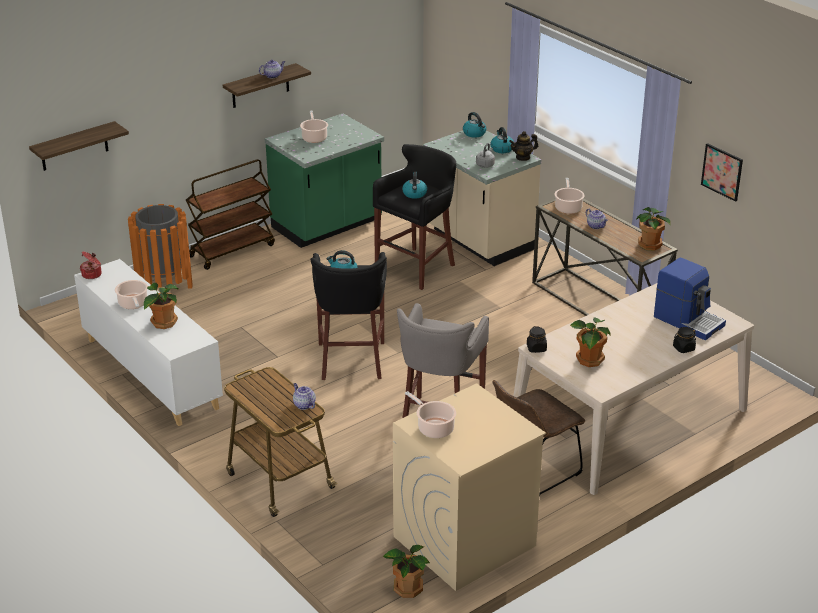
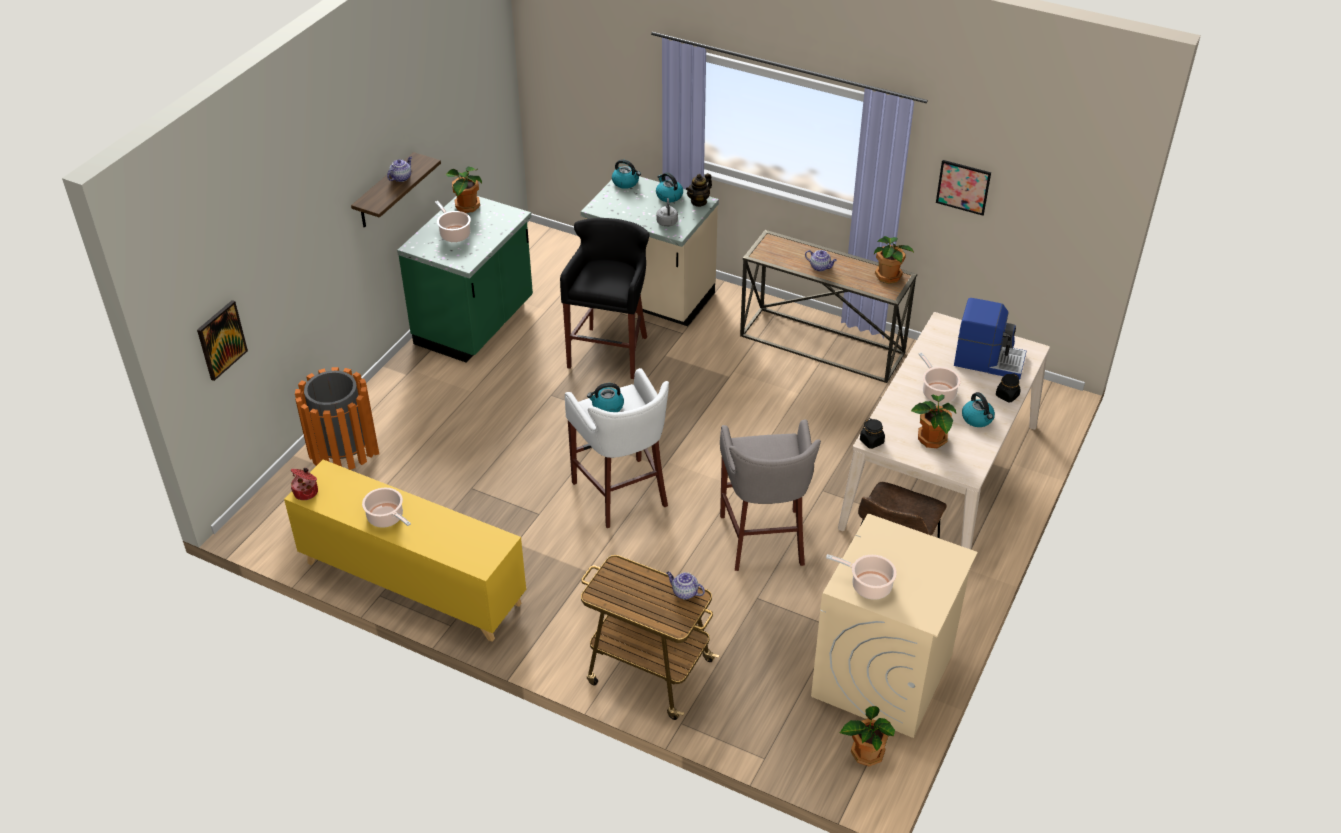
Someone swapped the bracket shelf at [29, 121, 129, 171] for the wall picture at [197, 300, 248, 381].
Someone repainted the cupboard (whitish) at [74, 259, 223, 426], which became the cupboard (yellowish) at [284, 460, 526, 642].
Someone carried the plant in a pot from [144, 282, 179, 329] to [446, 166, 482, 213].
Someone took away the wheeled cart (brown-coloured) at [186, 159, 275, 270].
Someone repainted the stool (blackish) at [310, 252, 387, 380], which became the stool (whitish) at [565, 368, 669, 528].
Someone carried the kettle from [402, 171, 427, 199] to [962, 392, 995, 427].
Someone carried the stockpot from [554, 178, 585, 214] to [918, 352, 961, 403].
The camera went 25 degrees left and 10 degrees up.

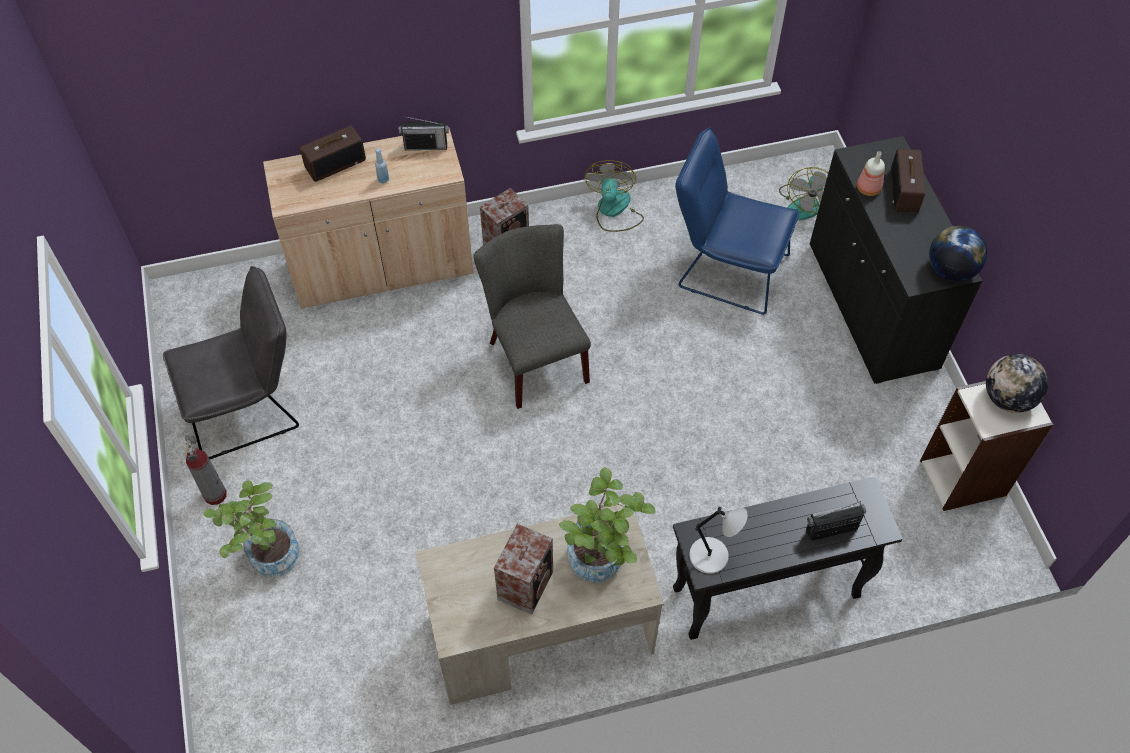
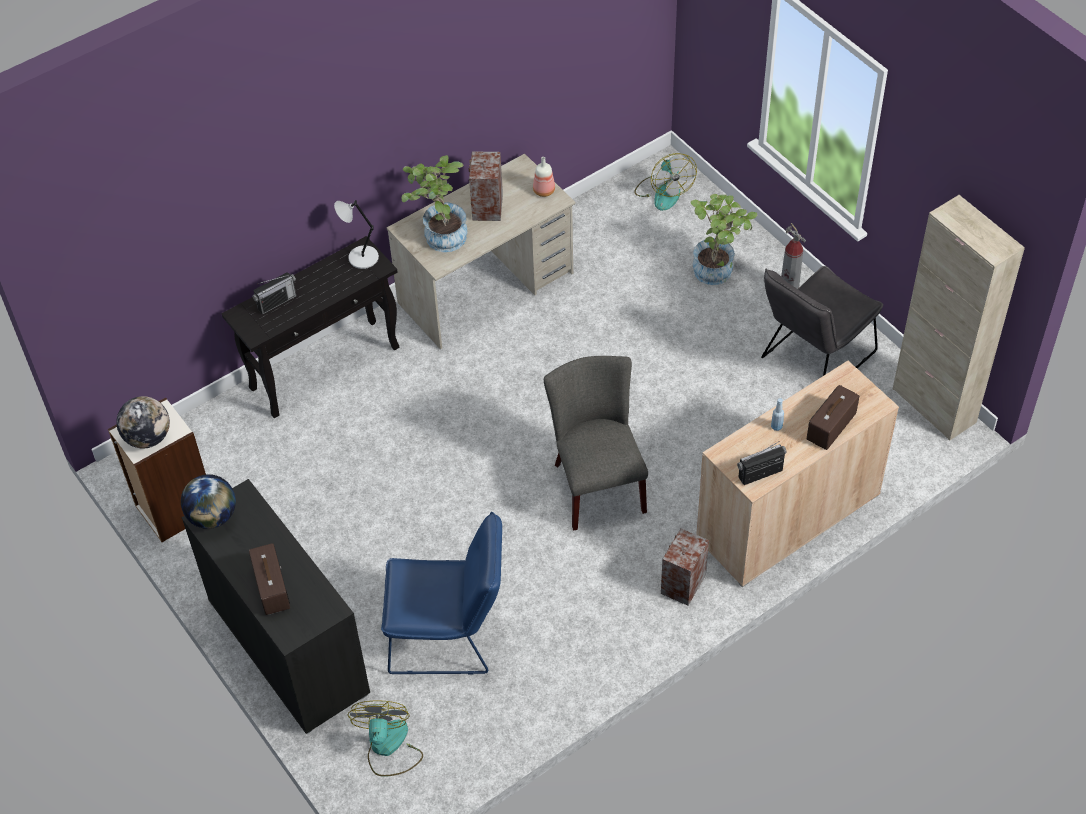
Someone rotated the upright chair (grey) at [474, 224, 591, 409] by 150 degrees counterclockwise.
Someone carried the fan from [584, 160, 644, 232] to [634, 153, 697, 211].
Someone carried the drink bottle from [857, 151, 885, 196] to [533, 157, 555, 197].
Someone put down the cupboard (beige) at [893, 195, 1025, 441].
The camera went 160 degrees right and 5 degrees down.

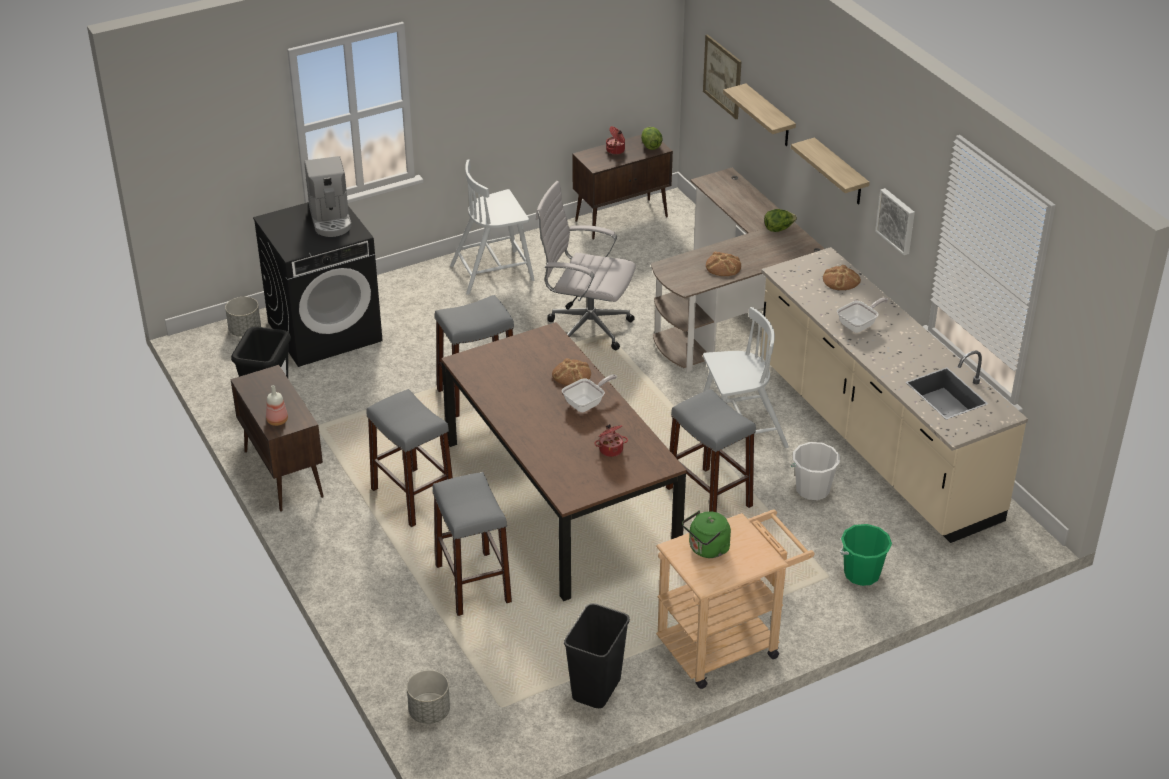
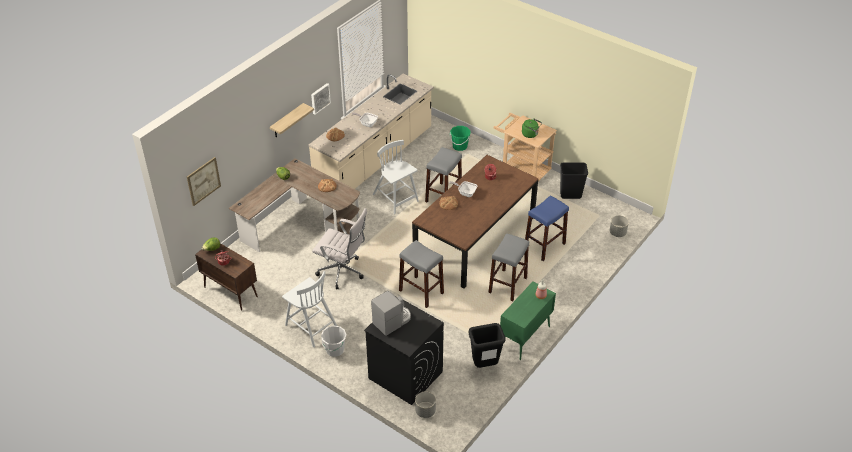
Someone repainted the cupboard (brown-coloured) at [230, 365, 324, 512], which became the cupboard (green-coloured) at [500, 281, 556, 360].
Someone repainted the stool (grey) at [433, 472, 512, 616], which became the stool (blue) at [525, 196, 569, 261].
Someone rotated the computer chair (whitish) at [536, 181, 636, 350] by 60 degrees counterclockwise.
Someone took away the bracket shelf at [723, 84, 796, 146].
Someone carried the water bucket (whitish) from [791, 442, 840, 500] to [321, 325, 347, 357].
The camera went 115 degrees left and 5 degrees up.

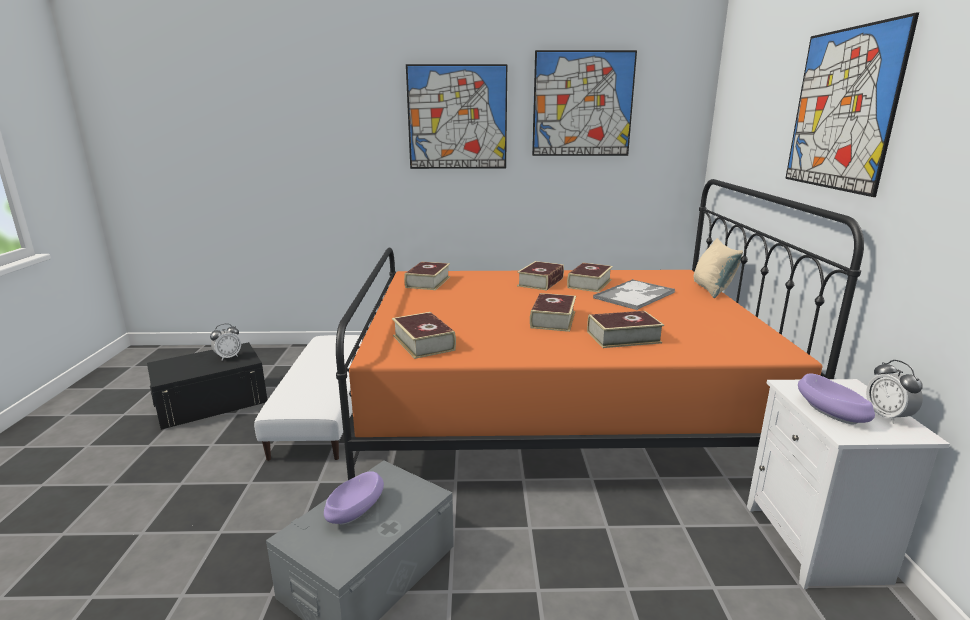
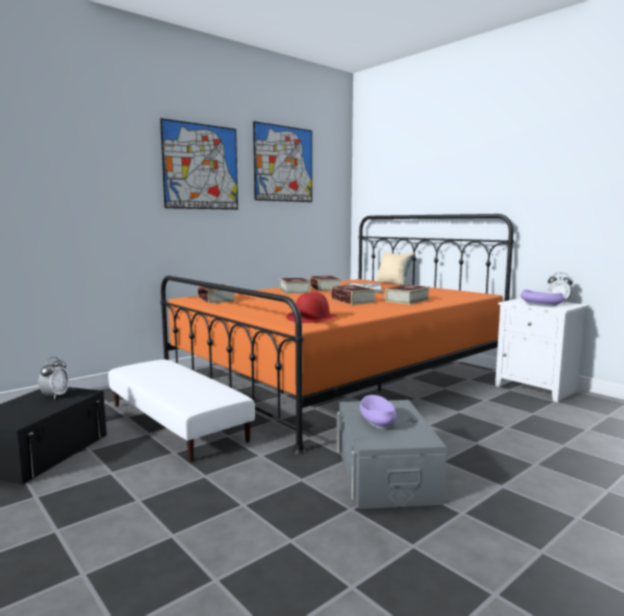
Someone swapped the book at [392, 312, 456, 359] for the wearable hat (reddish) at [286, 292, 338, 323].
Someone took away the wall picture at [785, 13, 919, 197].
The camera went 40 degrees left and 10 degrees down.

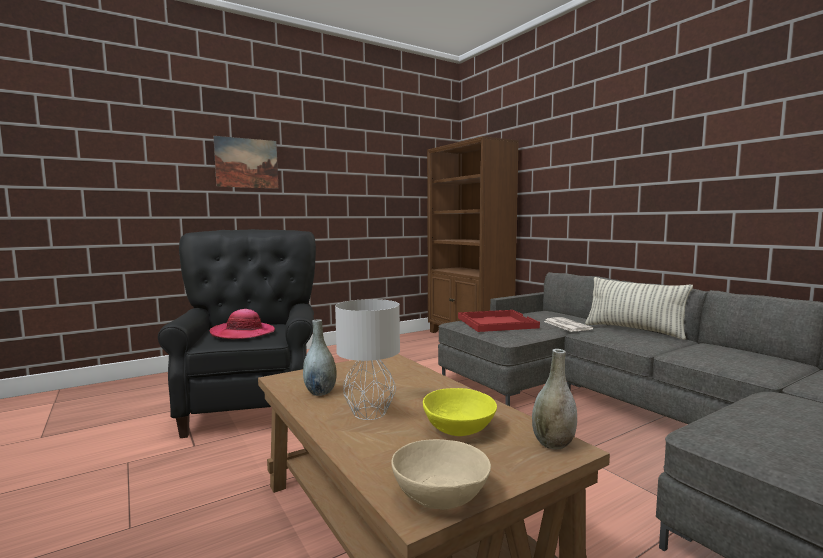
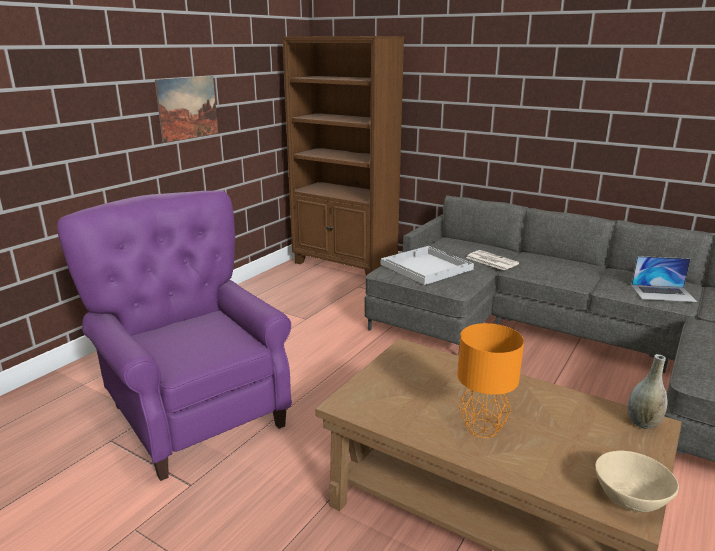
Someone repainted the armchair (blackish) at [158, 229, 316, 438], which became the armchair (purple-coloured) at [57, 190, 292, 481].
Someone took away the wearable hat at [210, 309, 275, 339].
Someone carried the wall picture from [213, 136, 279, 189] to [155, 76, 218, 143].
Someone took away the decorative vase (grey) at [303, 319, 337, 396].
Someone repainted the lamp for a table (grey) at [335, 299, 400, 420], which became the lamp for a table (orange-coloured) at [457, 323, 524, 438].
Someone took away the serving bowl (yellowish) at [423, 388, 497, 436].
Someone repainted the serving tray (reddish) at [458, 310, 540, 332], which became the serving tray (whitish) at [381, 246, 474, 285].
Someone took away the pillow at [585, 277, 693, 339].
Someone put down the portable computer at [631, 256, 697, 302].
The camera went 25 degrees left and 15 degrees up.

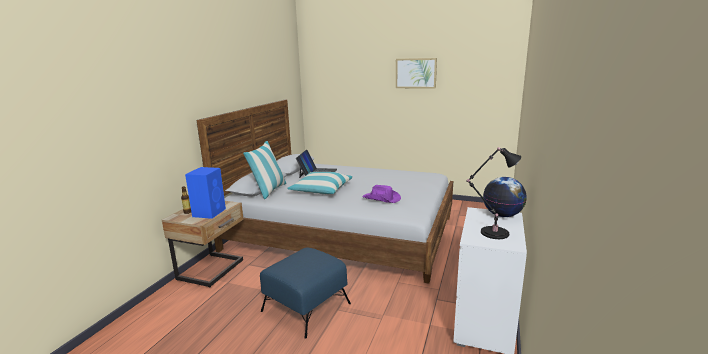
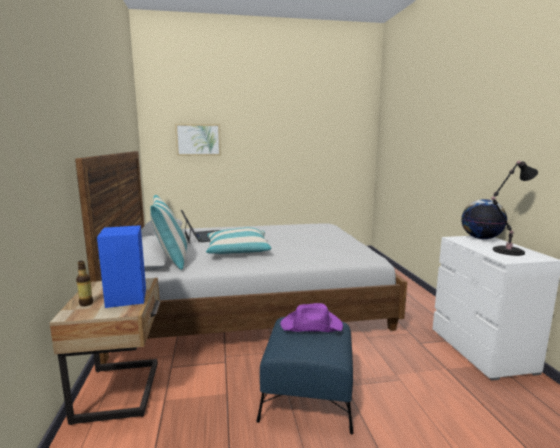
Someone carried the wearable hat (purple-coloured) from [363, 185, 401, 203] to [280, 303, 343, 332].
Someone carried the wall picture from [396, 58, 437, 89] to [175, 124, 221, 156].
The camera went 30 degrees left and 5 degrees down.

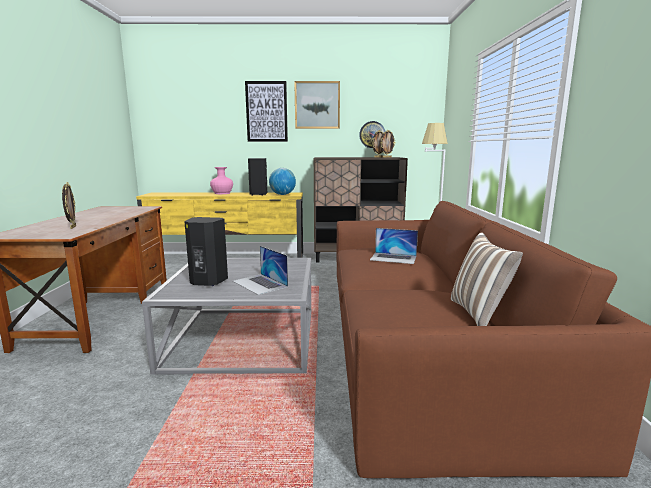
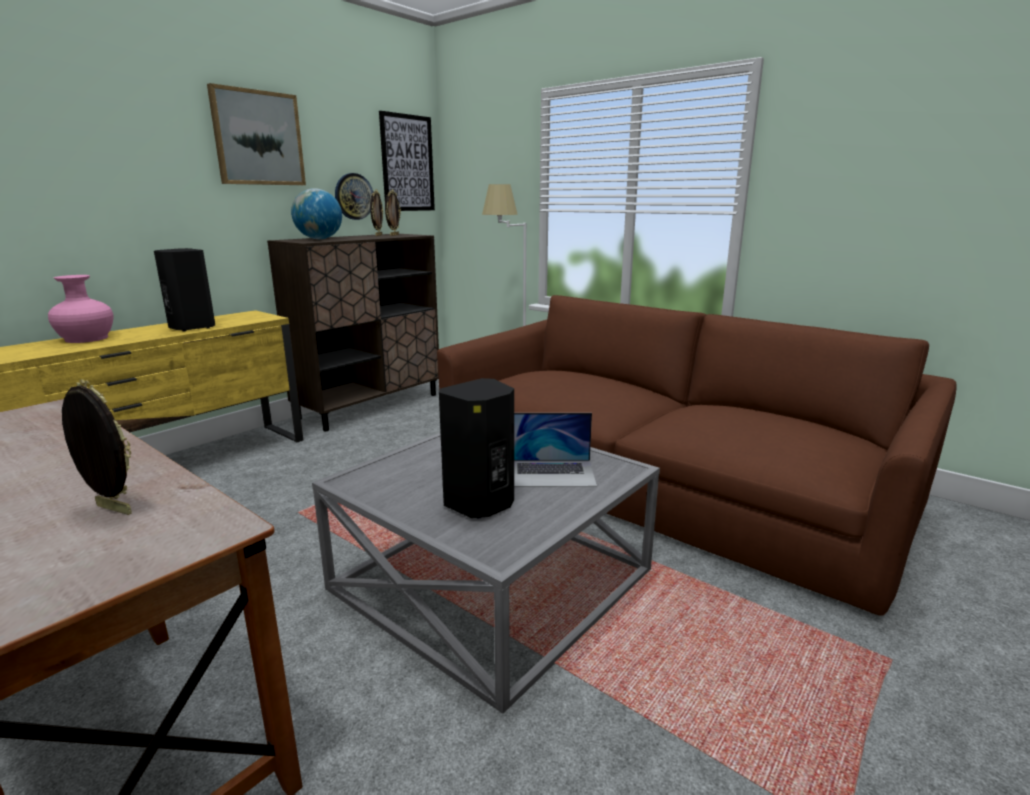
Someone carried the wall picture from [245, 81, 288, 142] to [379, 111, 435, 211].
Someone carried the world globe from [269, 168, 296, 195] to [291, 188, 342, 239].
Someone took away the portable computer at [370, 228, 418, 264].
Someone took away the pillow at [451, 232, 523, 326].
The camera went 50 degrees left and 5 degrees up.

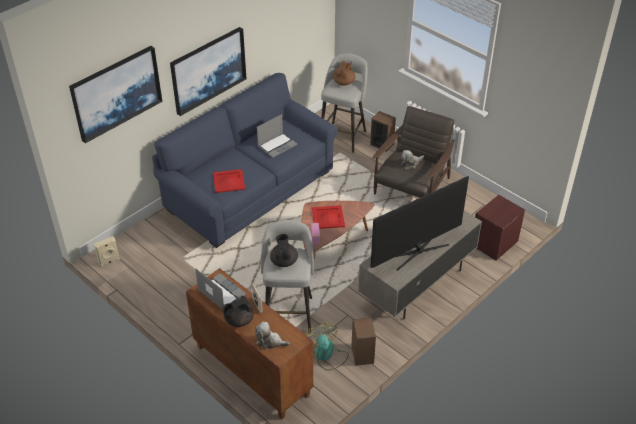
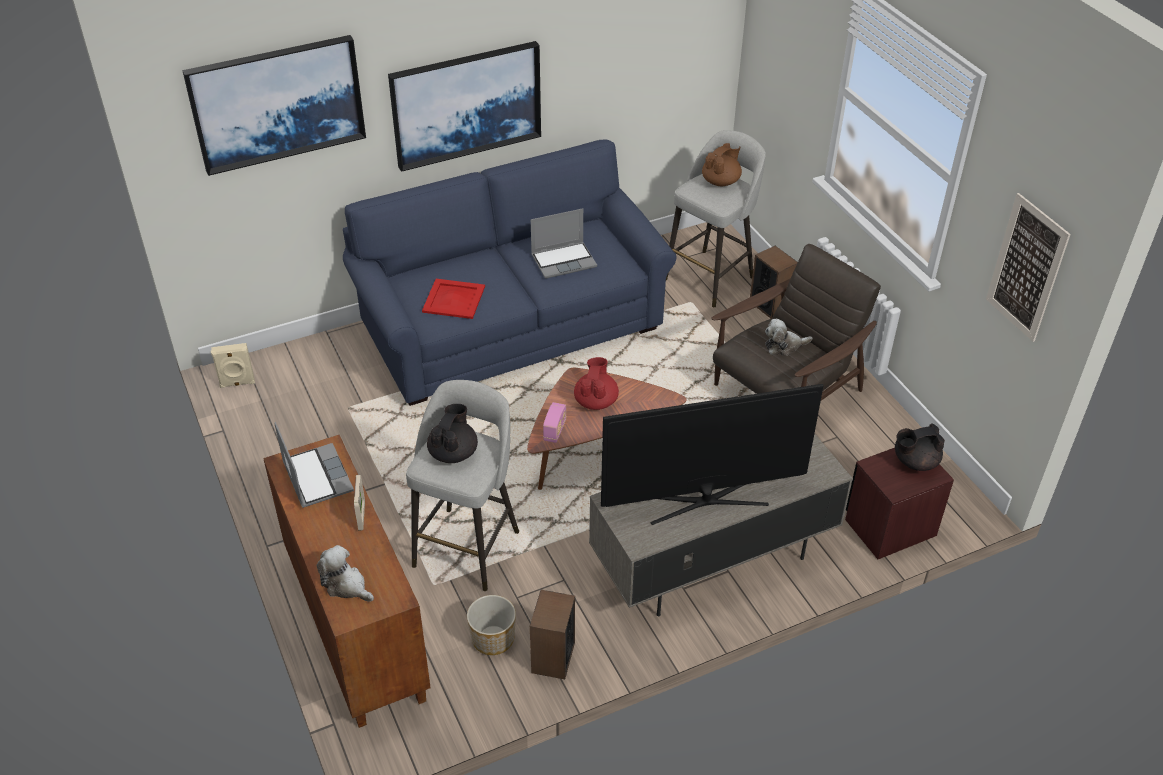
Someone carried the tea pot (blackish) from [222, 296, 254, 327] to [895, 423, 945, 471].
Someone swapped the fan at [305, 322, 349, 371] for the planter at [467, 595, 516, 655].
Someone swapped the serving tray (reddish) at [312, 205, 345, 229] for the tea pot (reddish) at [574, 357, 619, 410].
Someone put up the wall picture at [986, 193, 1071, 342].
The camera went 20 degrees right and 0 degrees up.

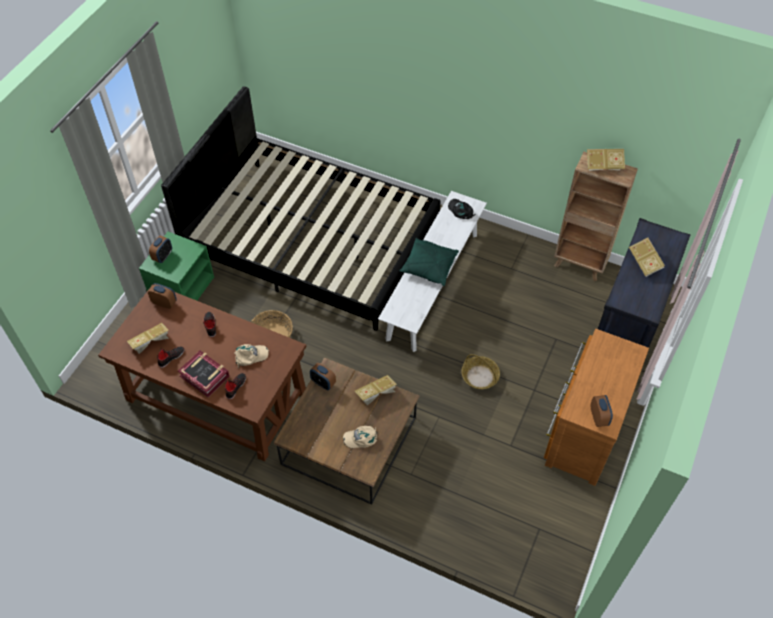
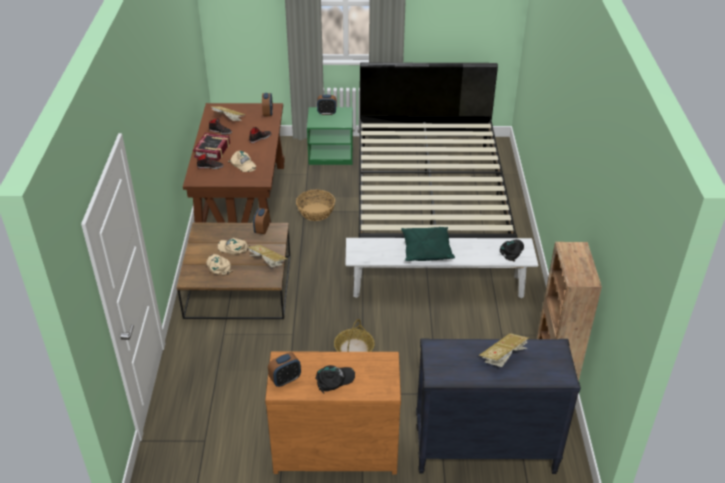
Someone took away the book at [587, 149, 625, 171].
Someone put down the peaked cap (beige) at [217, 238, 250, 255].
Someone put down the peaked cap (blackish) at [316, 365, 355, 394].
The camera went 65 degrees right and 15 degrees down.

